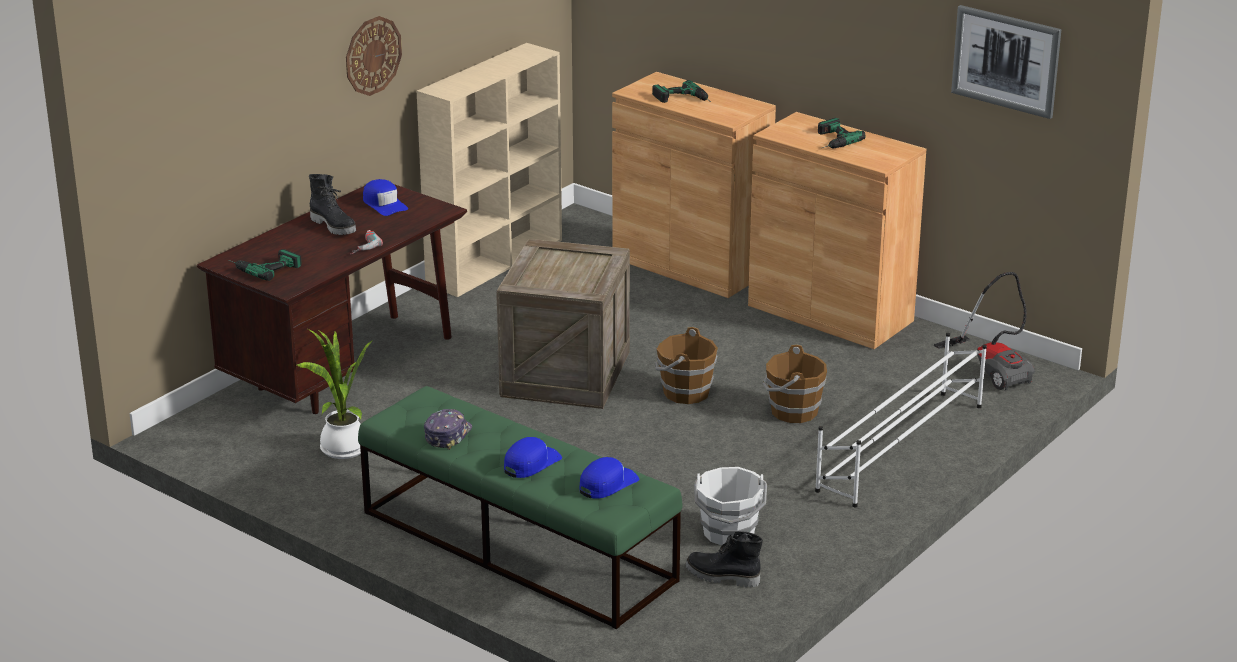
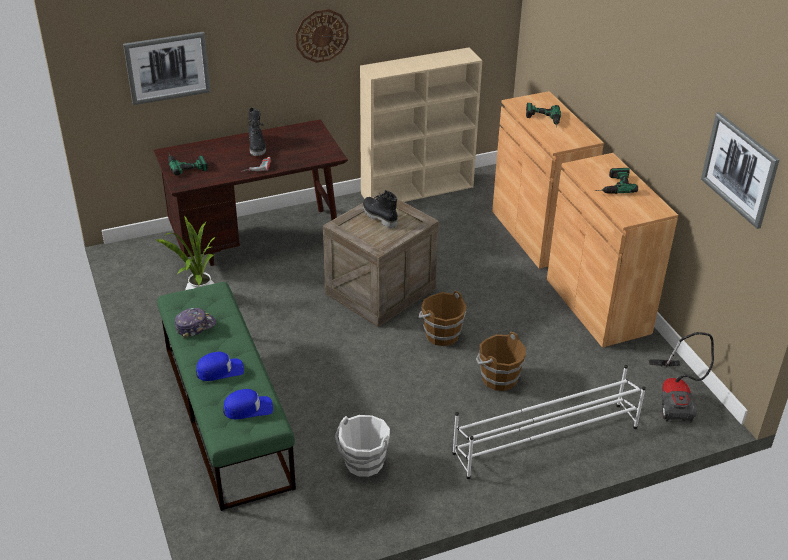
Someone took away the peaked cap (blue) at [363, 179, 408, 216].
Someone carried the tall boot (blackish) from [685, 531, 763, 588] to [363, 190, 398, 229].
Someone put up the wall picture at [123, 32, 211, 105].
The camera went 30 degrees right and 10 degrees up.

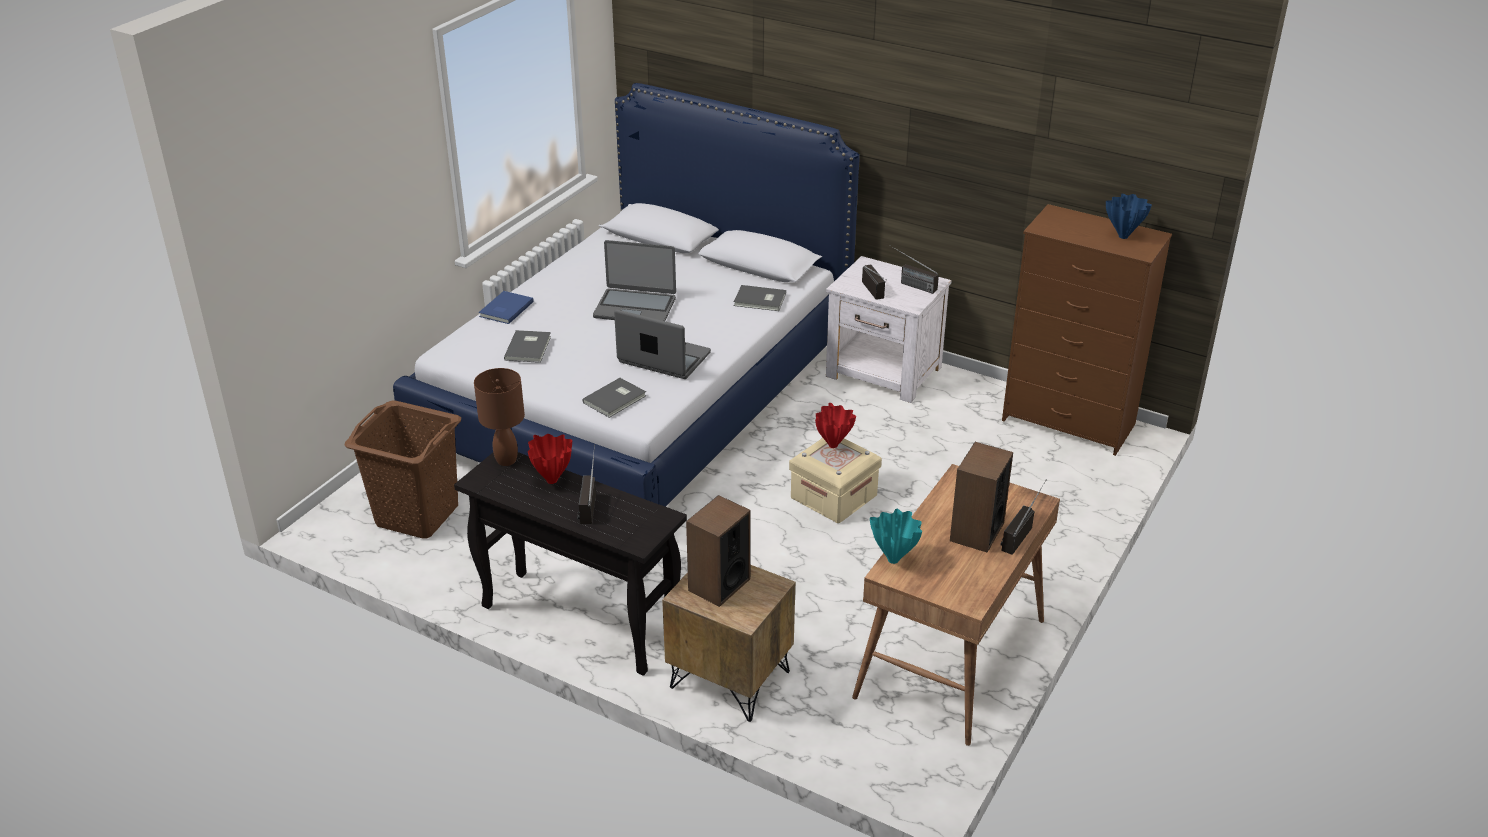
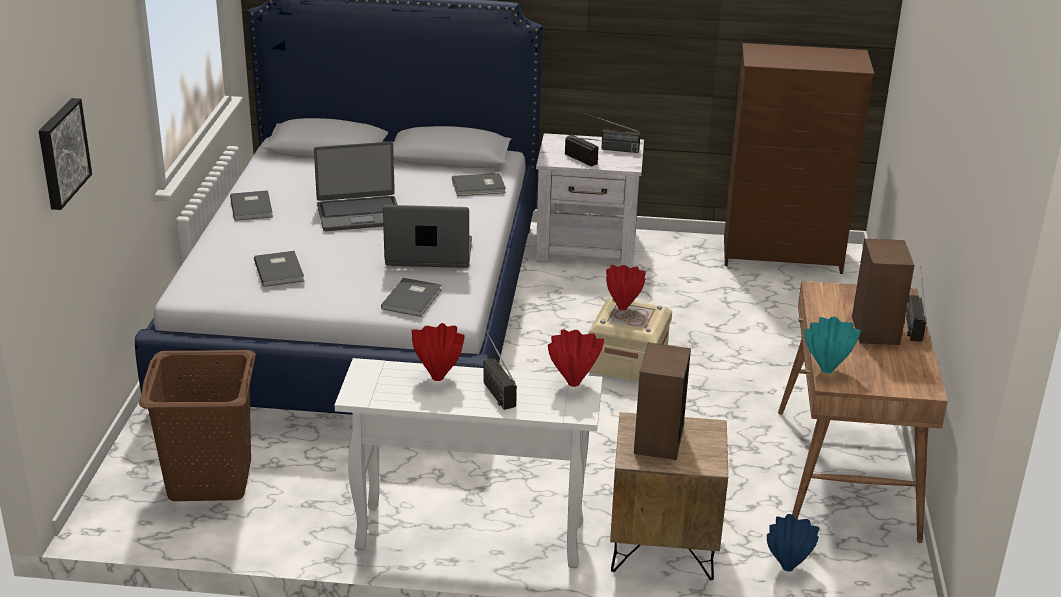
Someone repainted the narrow table (blackish) at [454, 452, 687, 676], which became the narrow table (whitish) at [335, 358, 603, 568].
Someone took away the lamp for a table (brown-coloured) at [474, 368, 525, 466].
Someone took away the book (blue) at [479, 291, 534, 324].
Someone carried the decorative vase (blue) from [1106, 194, 1152, 239] to [767, 514, 819, 571].
Someone put up the wall picture at [39, 98, 92, 210].
Someone put down the book (grey) at [230, 190, 273, 221].
Someone put down the decorative vase (reddish) at [548, 329, 604, 387].
The camera went 25 degrees left and 5 degrees down.

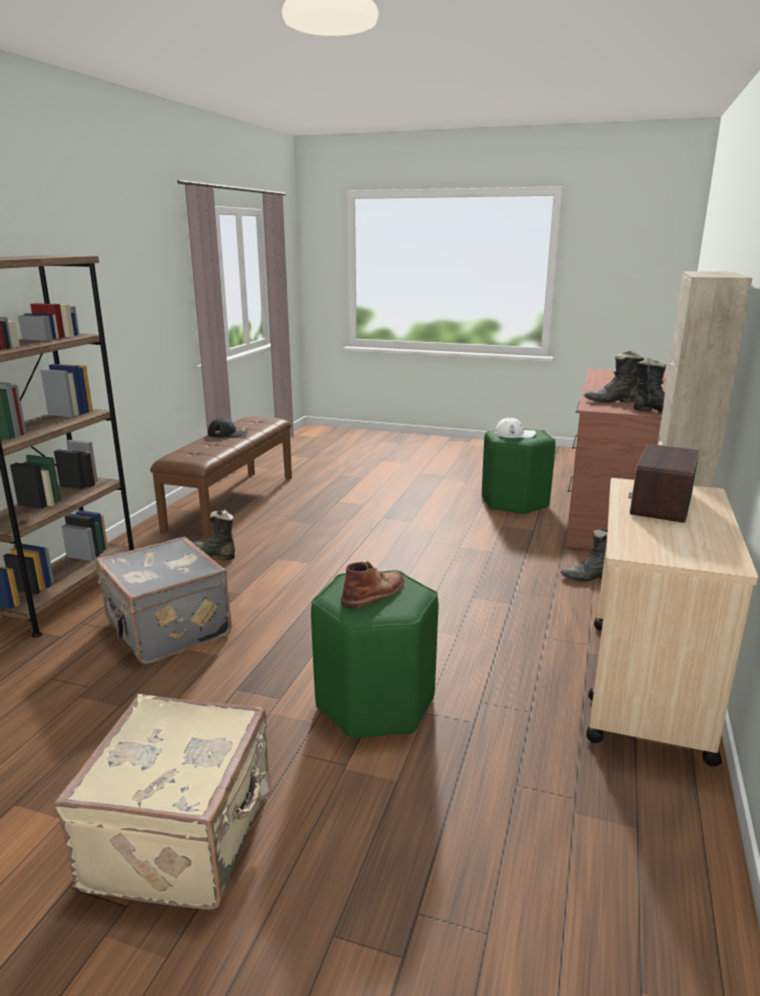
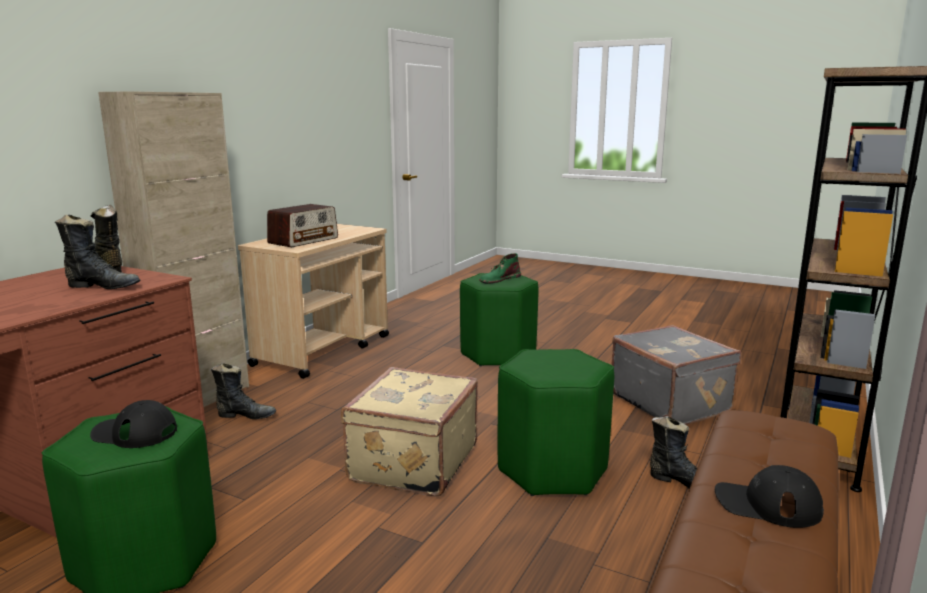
Someone carried the travel case (beige) from [54, 694, 272, 910] to [341, 367, 478, 497].
Someone repainted the tall boot (brown-coloured) at [341, 561, 405, 609], which became the tall boot (green-coloured) at [479, 253, 521, 284].
Someone repainted the peaked cap (whitish) at [495, 418, 536, 438], which became the peaked cap (blackish) at [90, 400, 177, 448].
Someone put down the stool (green-coloured) at [498, 349, 614, 496].
The camera went 170 degrees left and 5 degrees down.

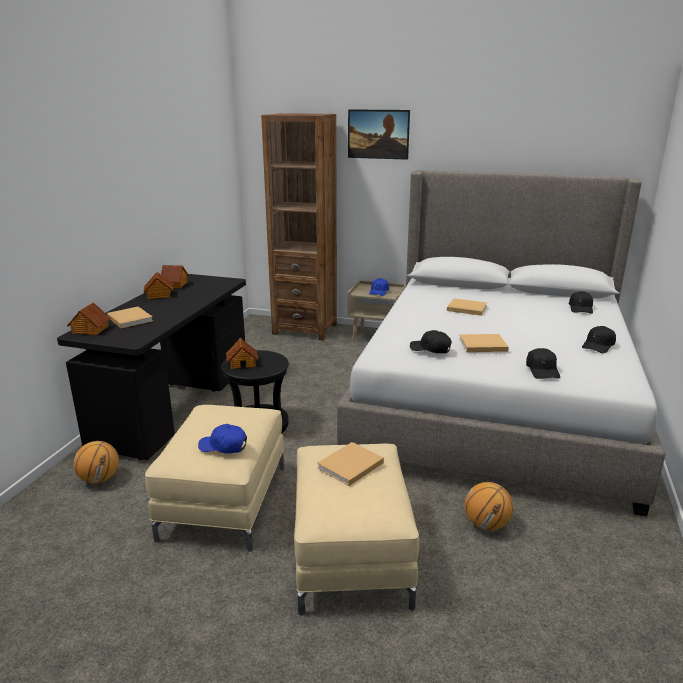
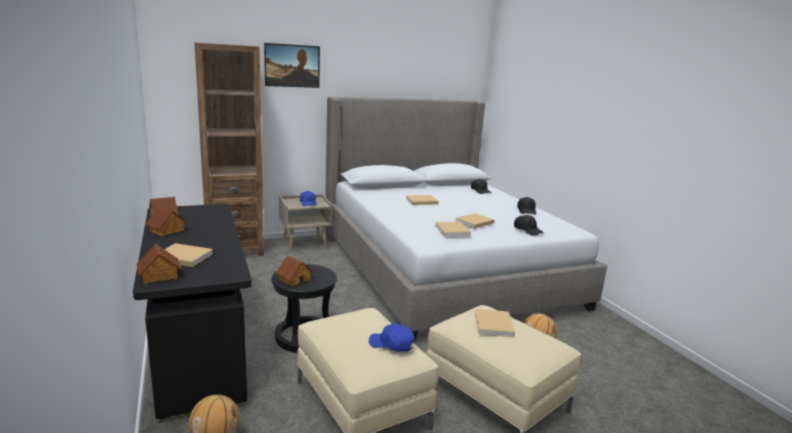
Someone rotated the peaked cap (blue) at [198, 424, 247, 454] by 45 degrees clockwise.
Someone swapped the peaked cap (blackish) at [410, 330, 452, 354] for the book (beige) at [435, 222, 471, 237].
The camera went 40 degrees left and 5 degrees down.

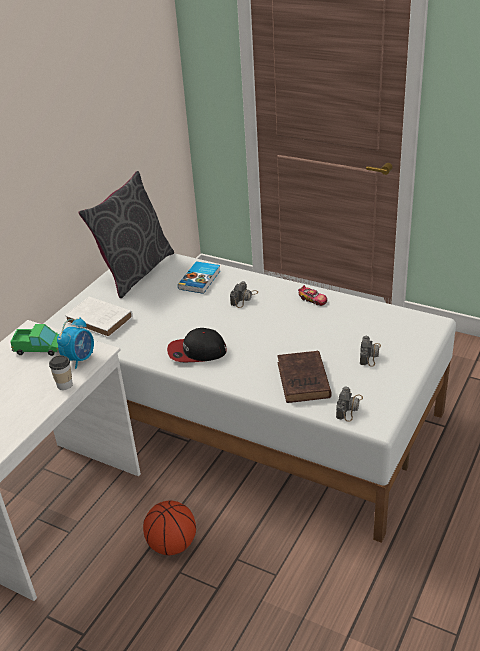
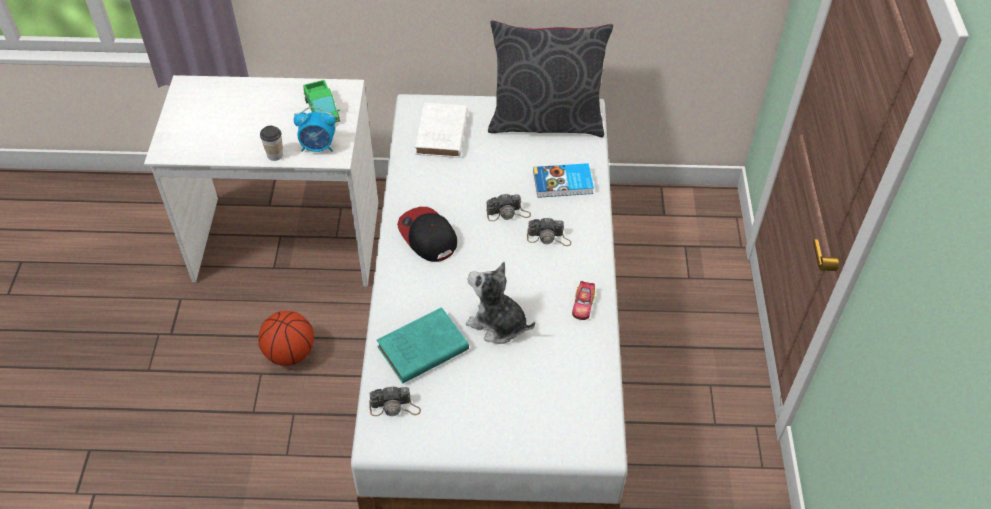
Someone repainted the book (brown-coloured) at [277, 351, 332, 403], which became the book (turquoise) at [377, 307, 469, 384].
Someone carried the photo camera from [360, 336, 381, 367] to [486, 194, 531, 221].
Someone put down the plush toy at [466, 262, 535, 344].
The camera went 60 degrees right and 15 degrees up.

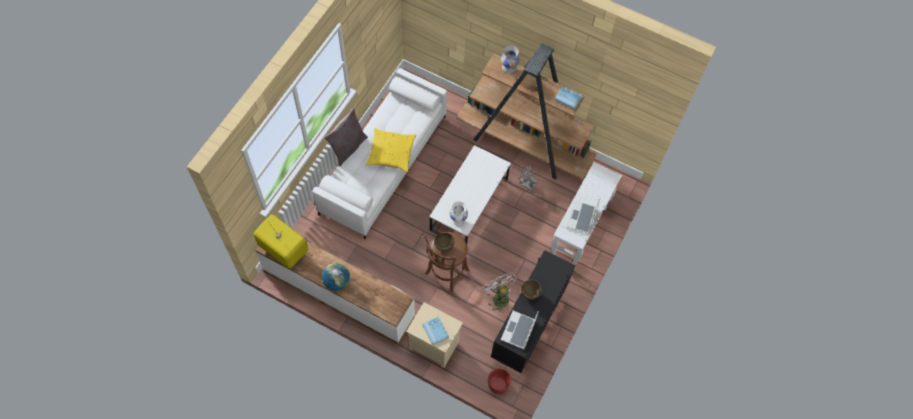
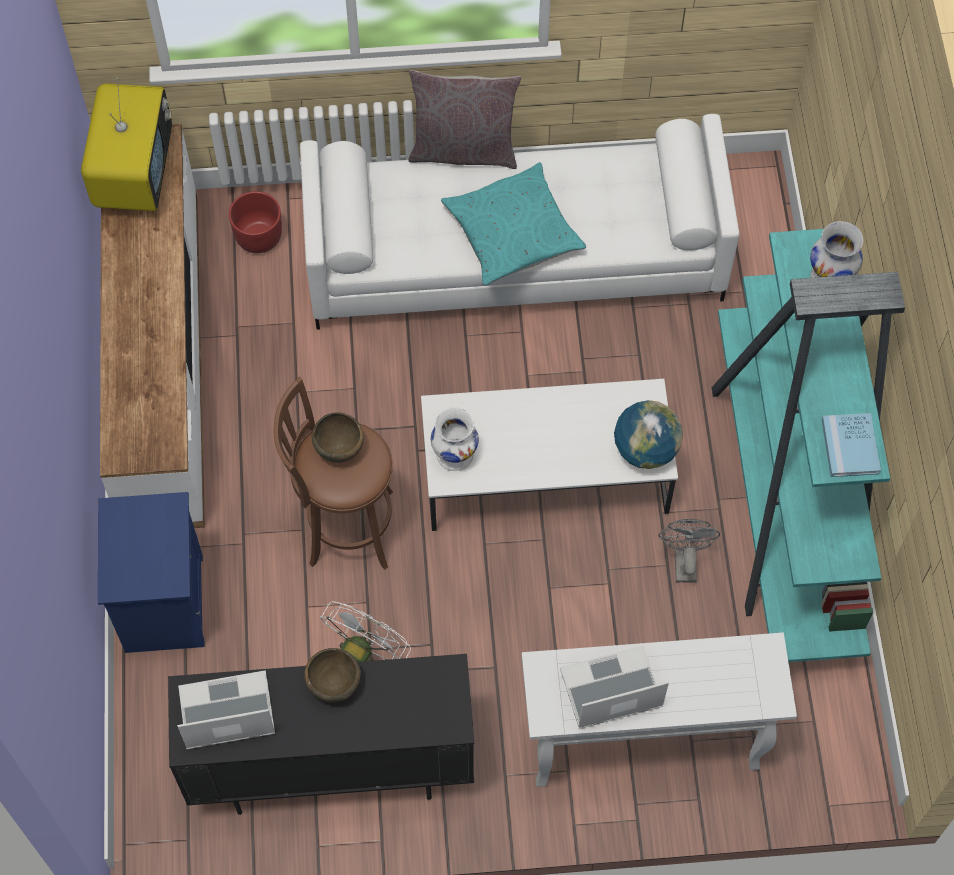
Someone carried the world globe from [322, 263, 350, 291] to [614, 400, 683, 469].
Someone repainted the pillow (yellowish) at [365, 128, 416, 172], which became the pillow (turquoise) at [441, 162, 586, 286].
Someone repainted the nightstand (beige) at [406, 302, 463, 368], which became the nightstand (blue) at [98, 492, 205, 653].
Someone took away the book (blue) at [422, 317, 449, 345].
Someone repainted the bookshelf (brown-coloured) at [456, 43, 598, 180], which became the bookshelf (turquoise) at [712, 229, 905, 662].
Someone carried the planter (reddish) from [488, 368, 511, 394] to [229, 191, 282, 254].
The camera went 60 degrees right and 0 degrees up.

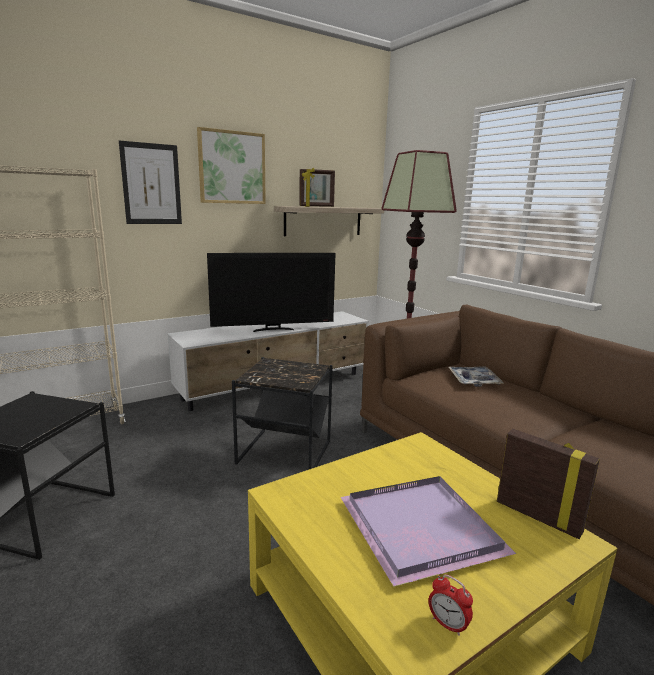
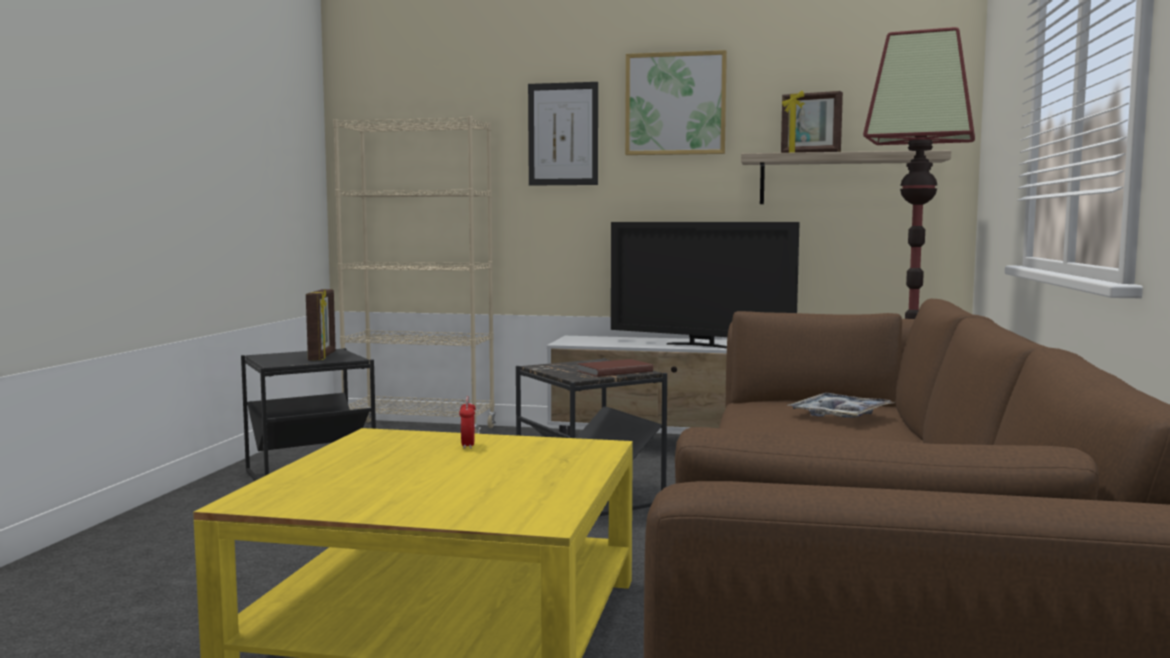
Someone took away the serving tray (purple-coloured) at [341, 476, 516, 587].
Someone carried the bedside clock from [428, 575, 473, 636] to [459, 396, 476, 449].
Someone carried the picture frame from [497, 429, 600, 539] to [306, 289, 336, 360].
Someone put down the book (brown-coloured) at [578, 359, 653, 377].
The camera went 45 degrees right and 10 degrees down.

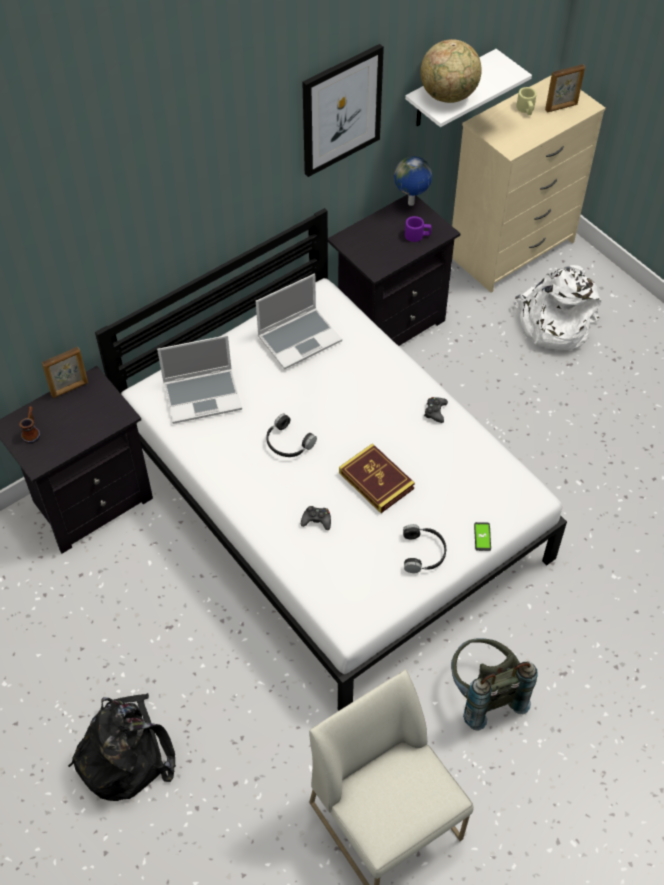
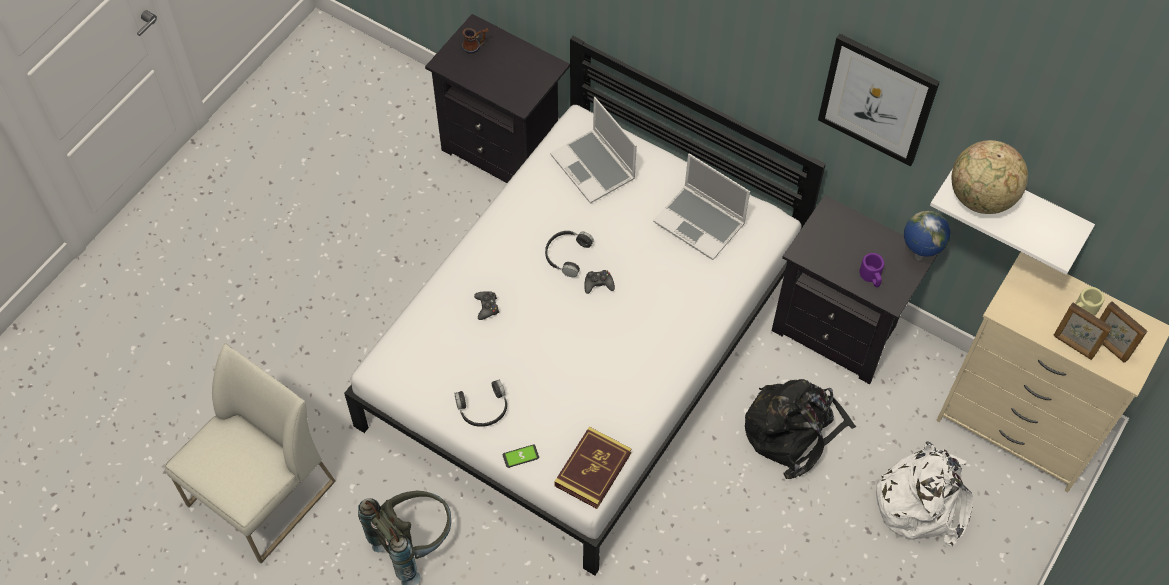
Someone carried the picture frame from [42, 347, 88, 398] to [1054, 303, 1113, 360].
Someone carried the knapsack (blackish) from [68, 693, 176, 801] to [745, 379, 856, 479].
Someone carried the book from [339, 443, 415, 513] to [554, 427, 632, 509].
Someone carried the gamepad (blackish) from [424, 397, 448, 423] to [584, 270, 615, 294].
The camera went 70 degrees right and 5 degrees up.

